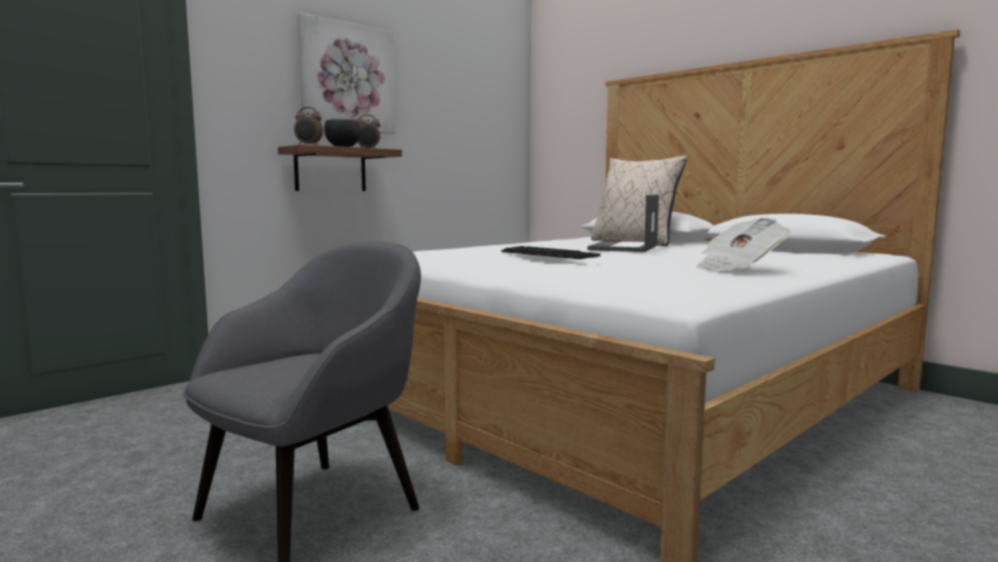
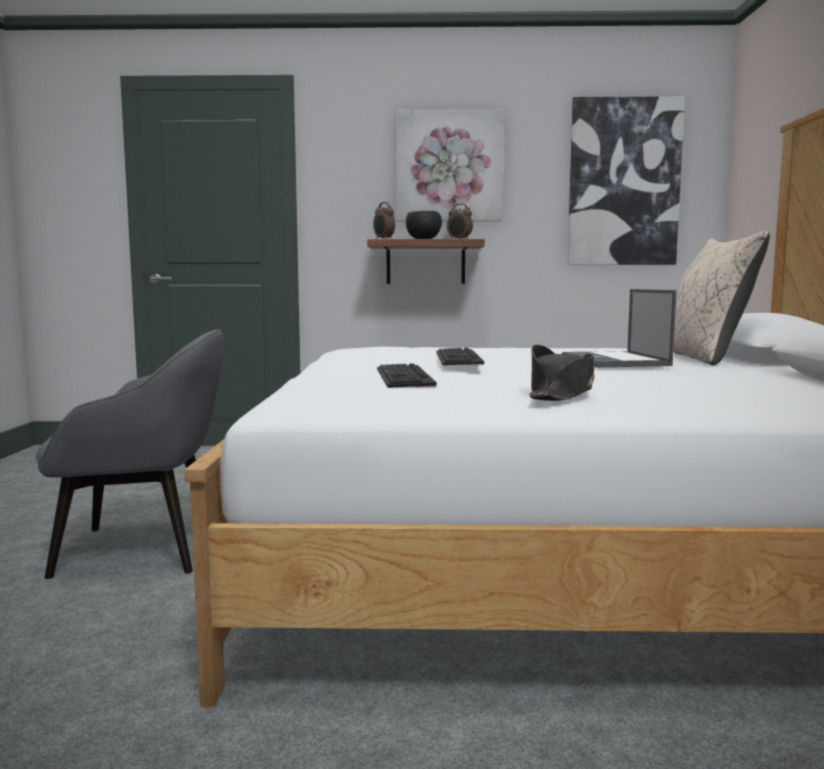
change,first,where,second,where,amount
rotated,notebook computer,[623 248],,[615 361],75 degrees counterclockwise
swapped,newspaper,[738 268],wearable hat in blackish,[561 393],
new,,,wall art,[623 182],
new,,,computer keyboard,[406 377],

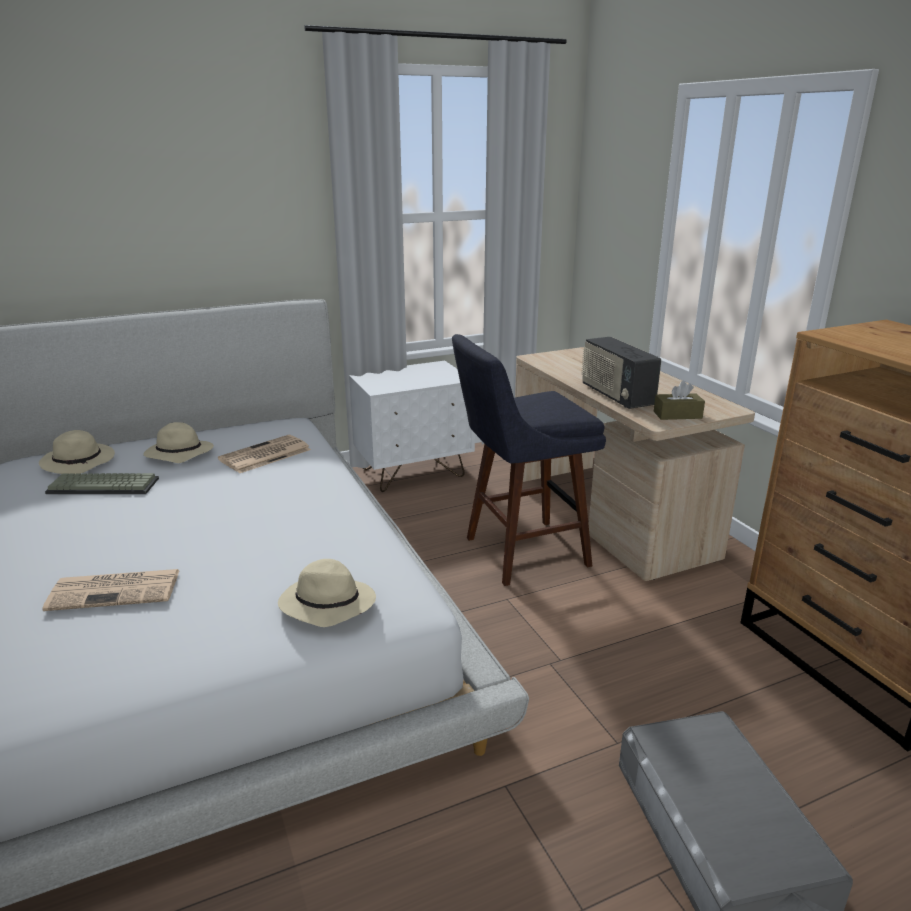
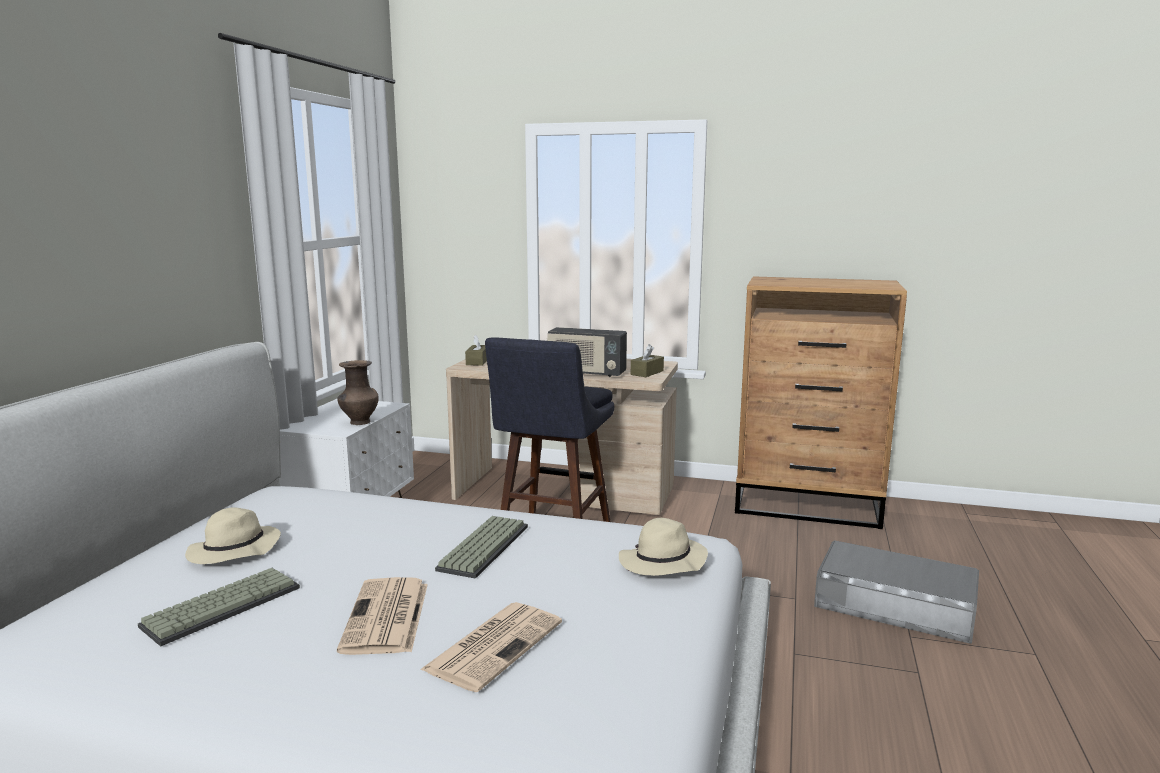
change,first,where,second,where,amount
gone,wearable hat in beige,[80 462],,,
shifted,newspaper,[264 455],,[386 618],
new,,,tissue box in brown,[477 362],
new,,,decorative vase in brown,[359 422],
new,,,computer keyboard,[482 547],

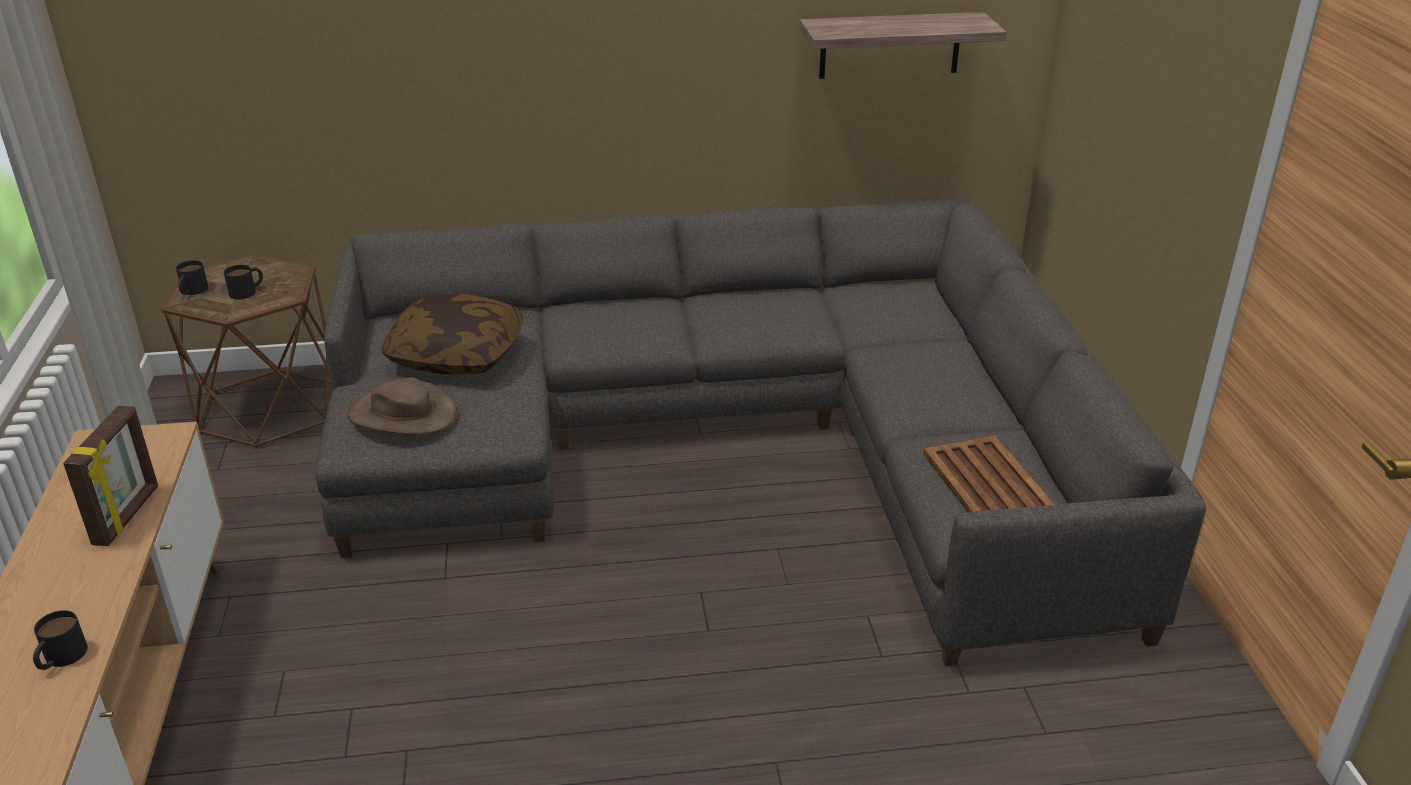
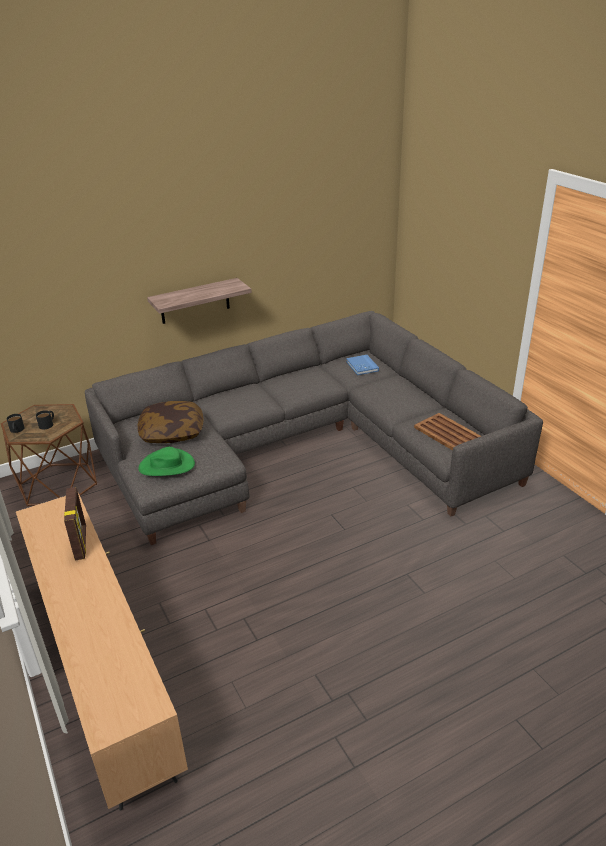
change,first,where,second,where,amount
shifted,wall shelf,[890 45],,[195 301],
repainted,wearable hat in brown,[402 414],wearable hat in green,[167 466],
gone,coffee mug in blackish,[60 658],,,
new,,,bound book in blue-coloured,[362 366],

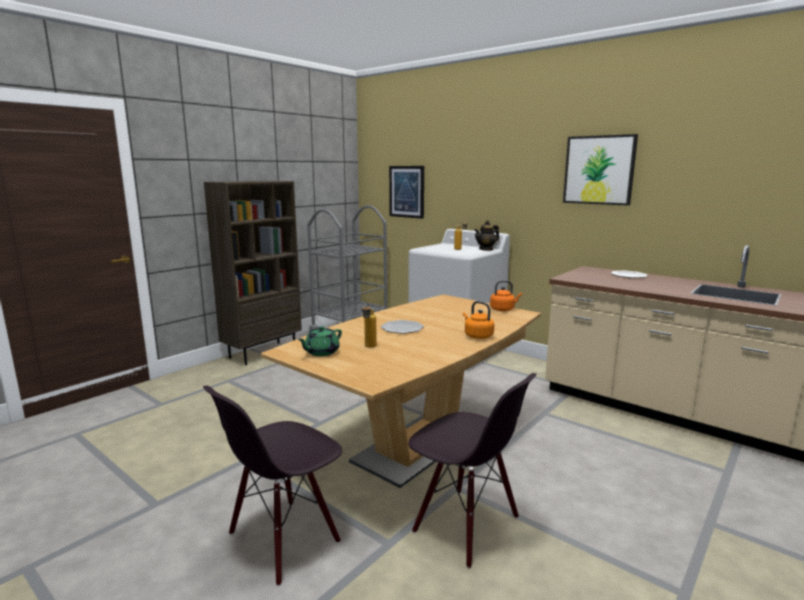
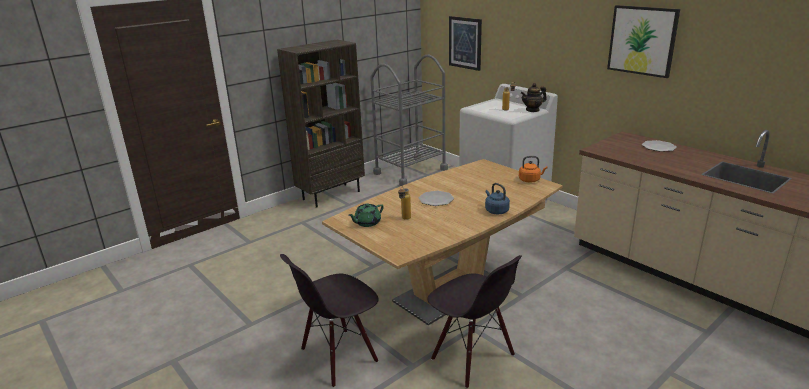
change,first,where,second,where,amount
repainted,tea kettle in orange,[477 336],tea kettle in blue-coloured,[496 210],

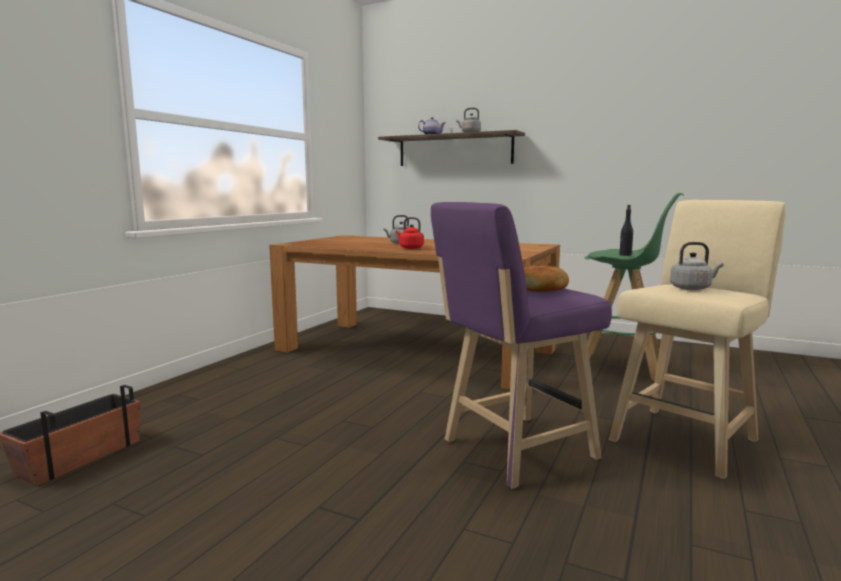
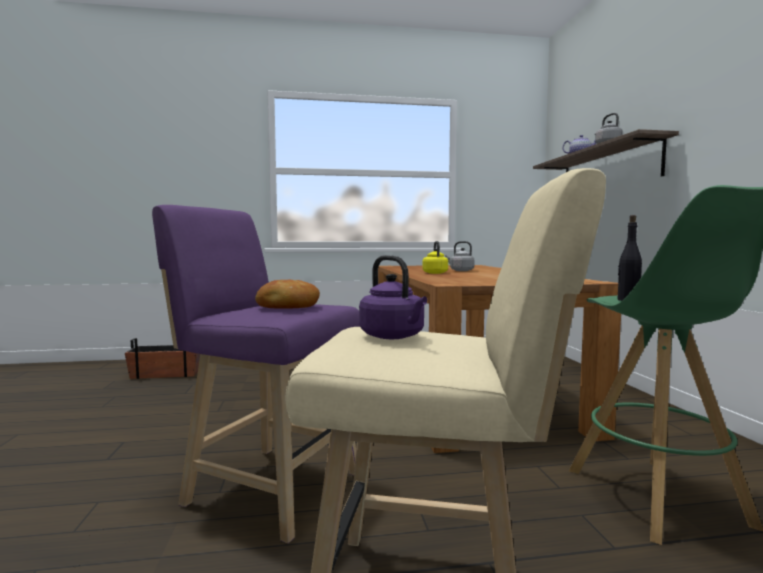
change,first,where,second,where,amount
repainted,tea kettle in red,[410 248],tea kettle in yellowish,[434 273],
repainted,tea kettle in grey,[692 288],tea kettle in purplish,[394 337],

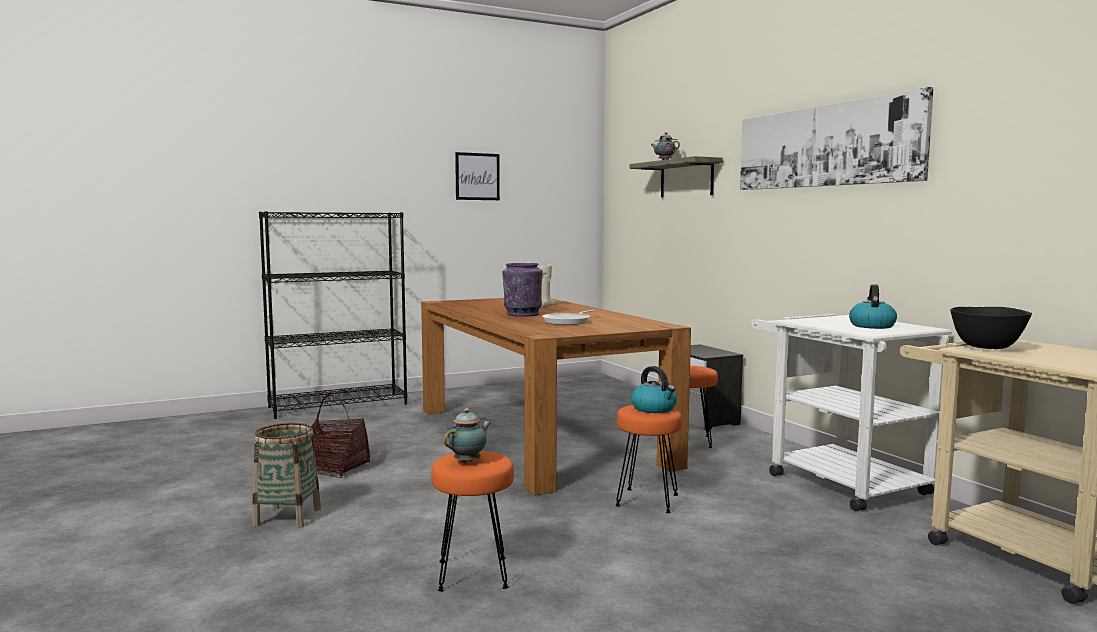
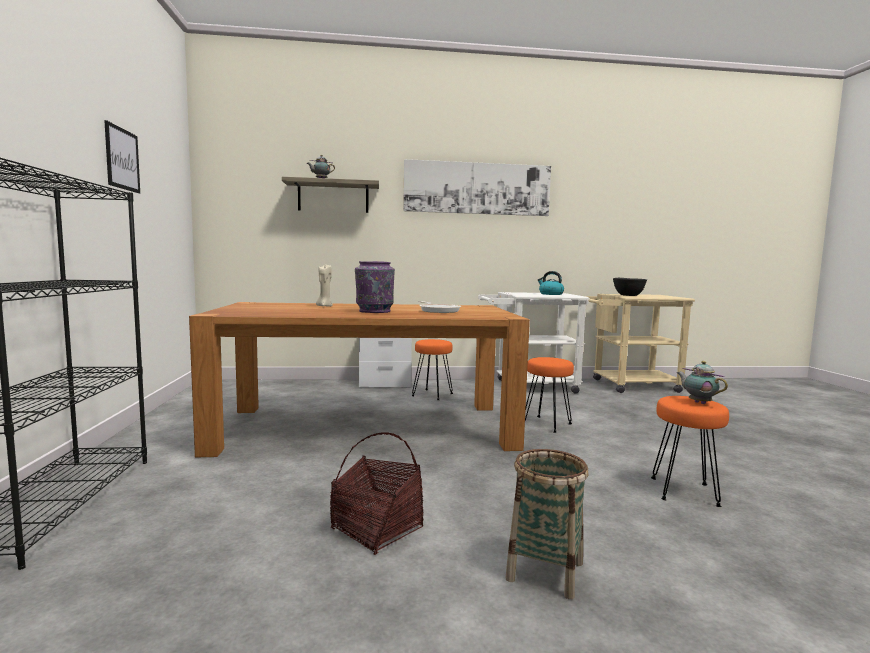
change,first,where,second,where,amount
gone,tea kettle,[654 409],,,

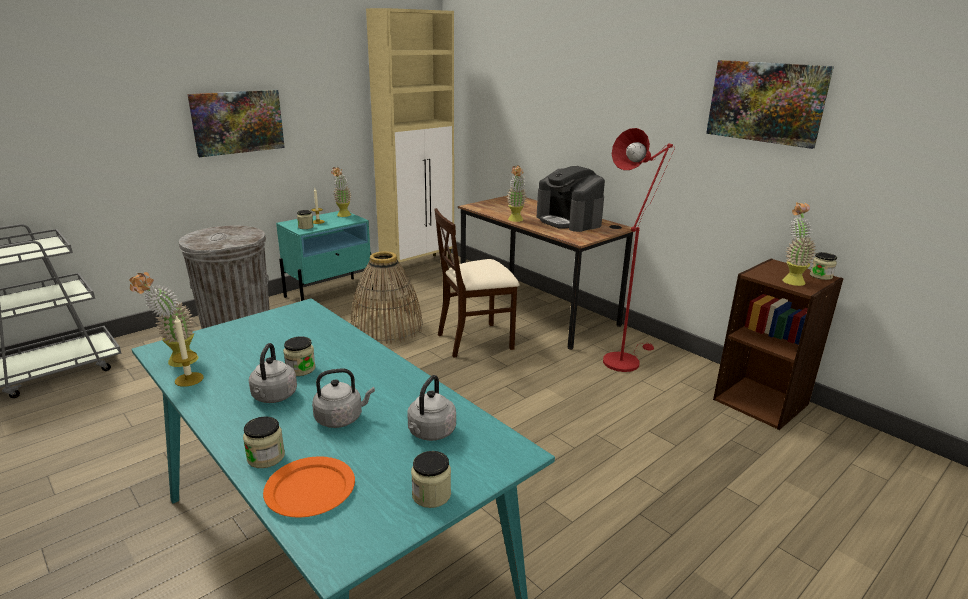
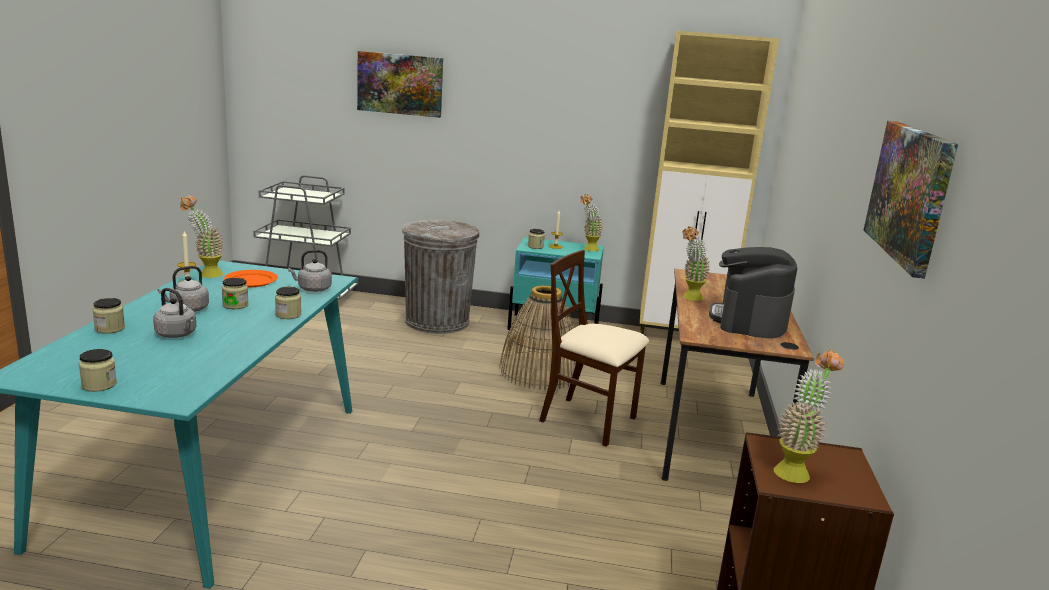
change,first,where,second,where,amount
shifted,wall art,[237 122],,[400 84],
gone,standard lamp in red,[624 359],,,
shifted,preserve jar,[820 276],,[288 315],
shifted,tea kettle in grey,[430 433],,[312 289],
shifted,plate in orange,[311 490],,[251 281],

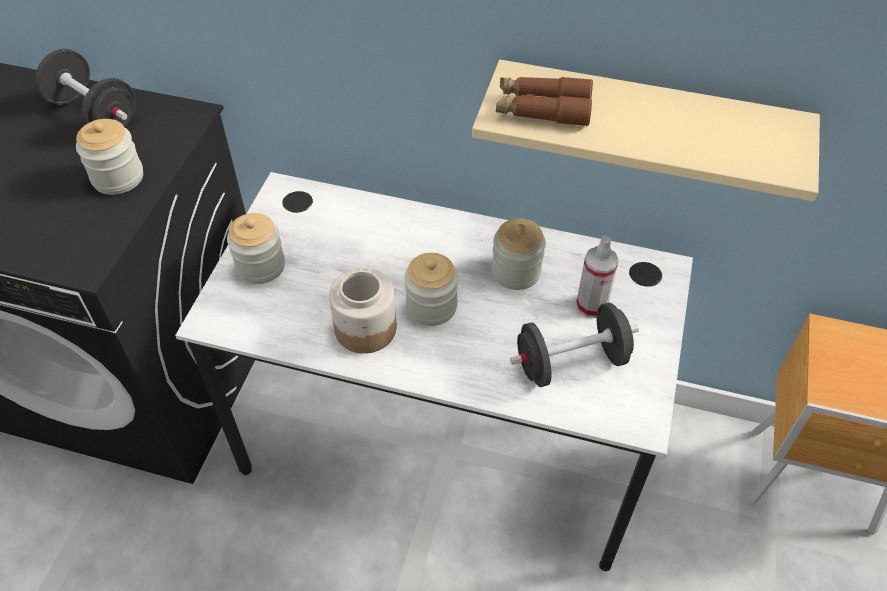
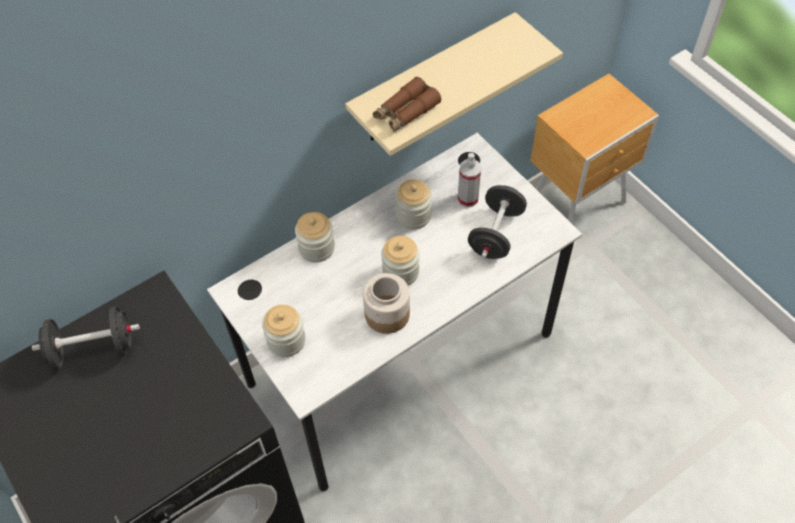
change,first,where,second,where,amount
shifted,preserve jar,[118 177],,[316 248],

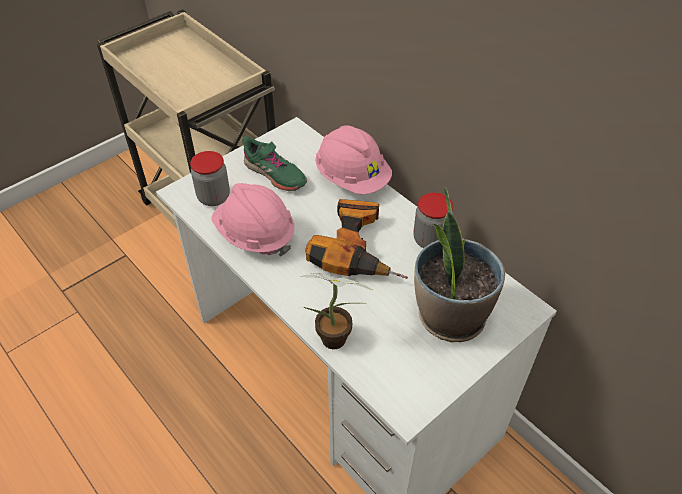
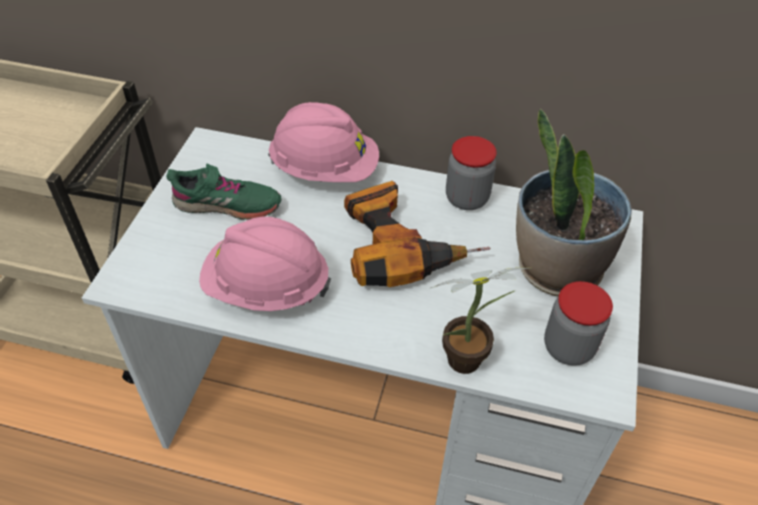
change,first,where,second,where,amount
shifted,preserve jar,[214 197],,[568 347],

